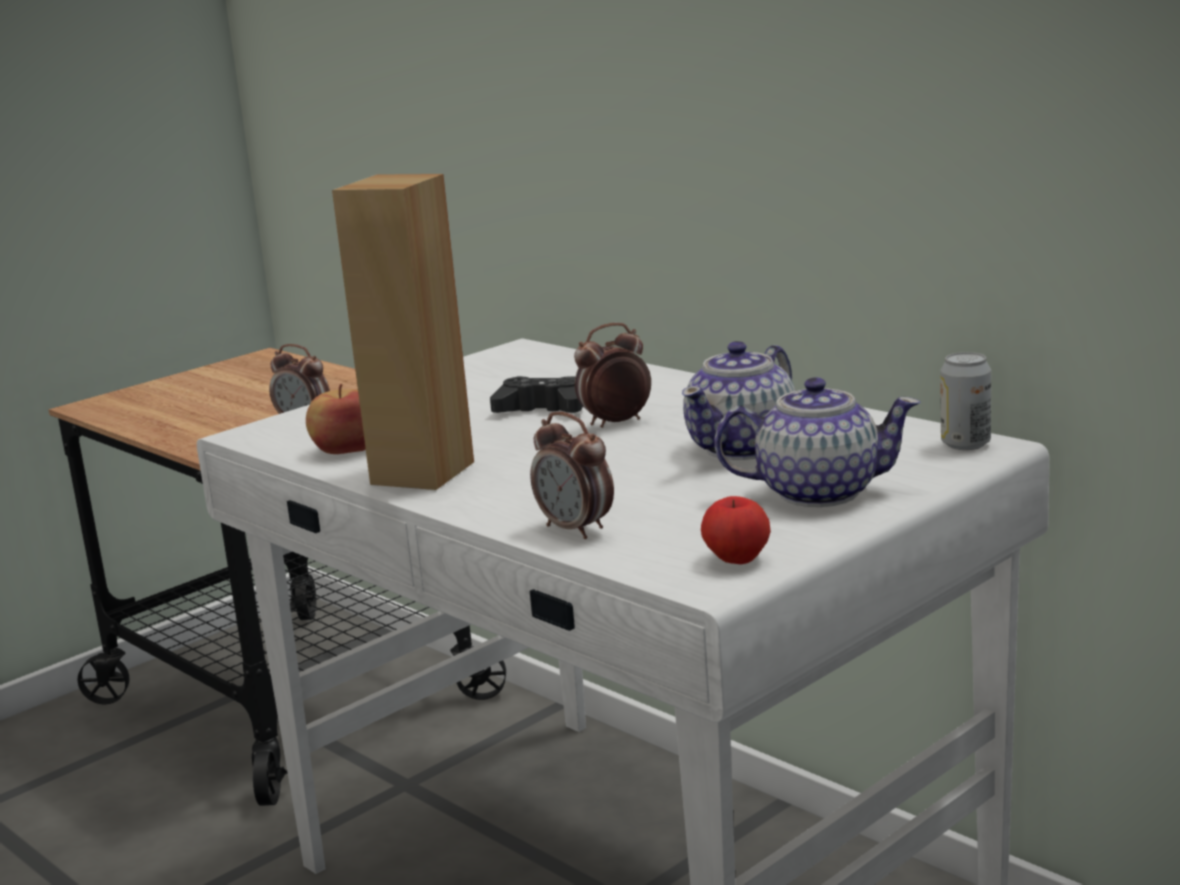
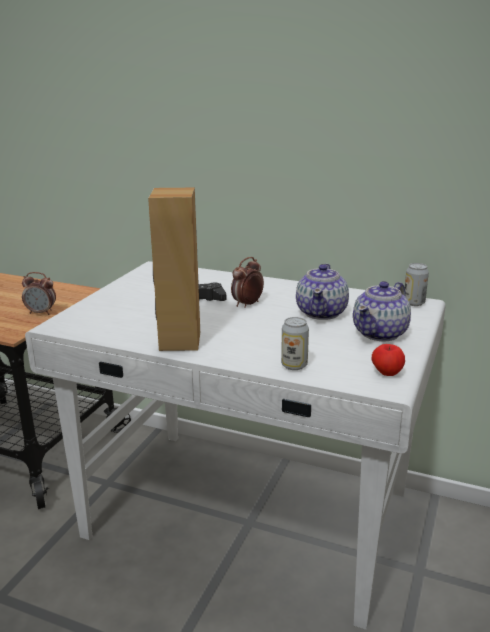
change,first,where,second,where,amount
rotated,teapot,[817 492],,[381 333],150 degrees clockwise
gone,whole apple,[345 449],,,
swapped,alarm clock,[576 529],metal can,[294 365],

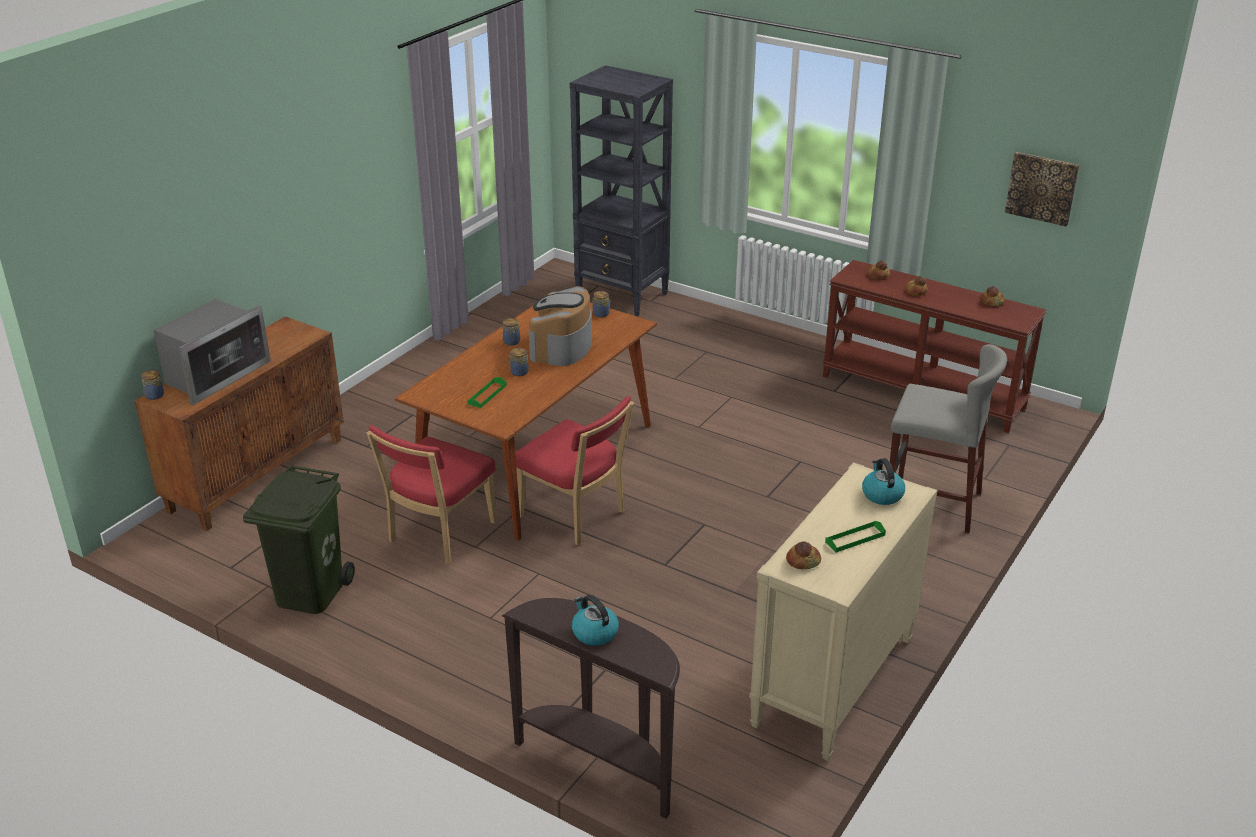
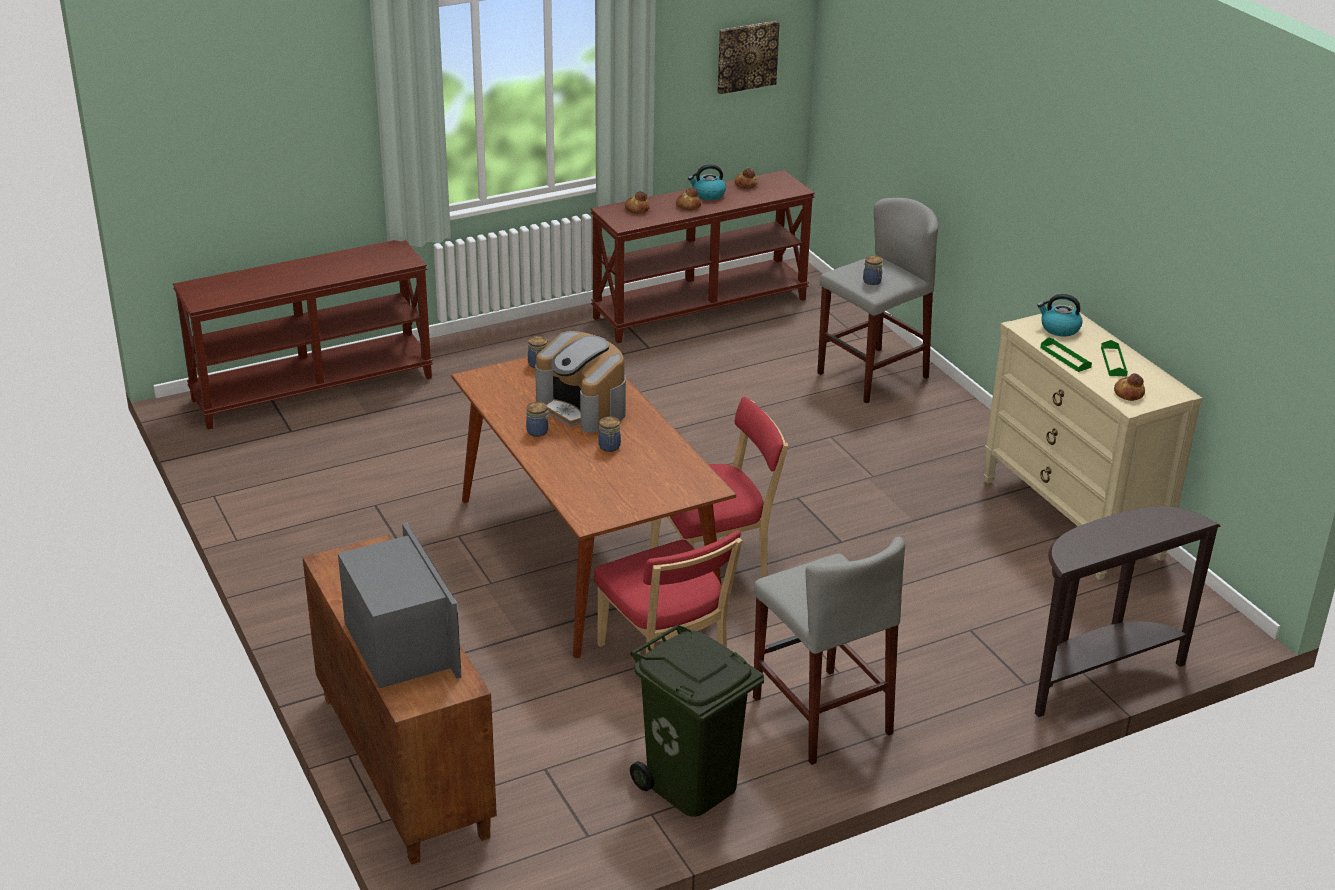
change,first,where,second,where,amount
swapped,shelving unit in blackish,[622 296],console table in brown,[313 388],
shifted,preserve jar,[154 396],,[872 282],
shifted,tray in green,[487 395],,[1065 357],
shifted,tea kettle,[594 632],,[708 194],
new,,,stool seat in grey,[821 715],

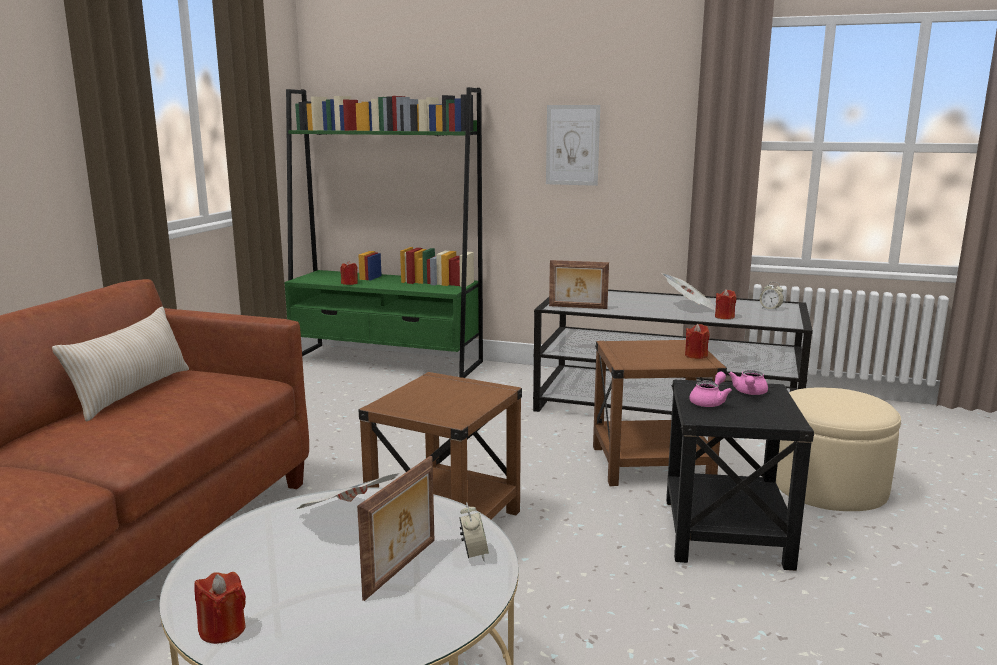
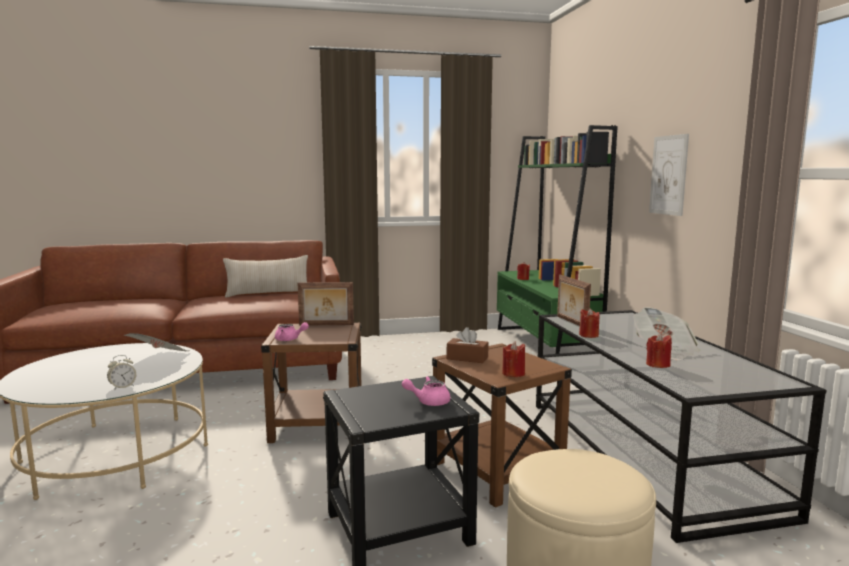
change,first,where,second,where,amount
gone,alarm clock,[770 309],,,
shifted,teapot in pink,[709 402],,[290 339],
shifted,picture frame,[402 569],,[326 325],
shifted,wax light in red,[222 630],,[588 335],
new,,,tissue box in brown,[467 358],

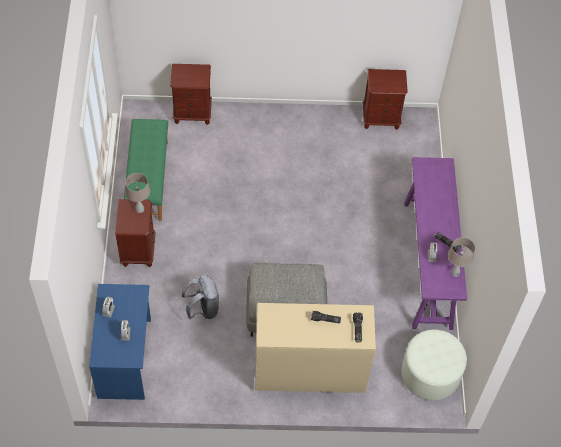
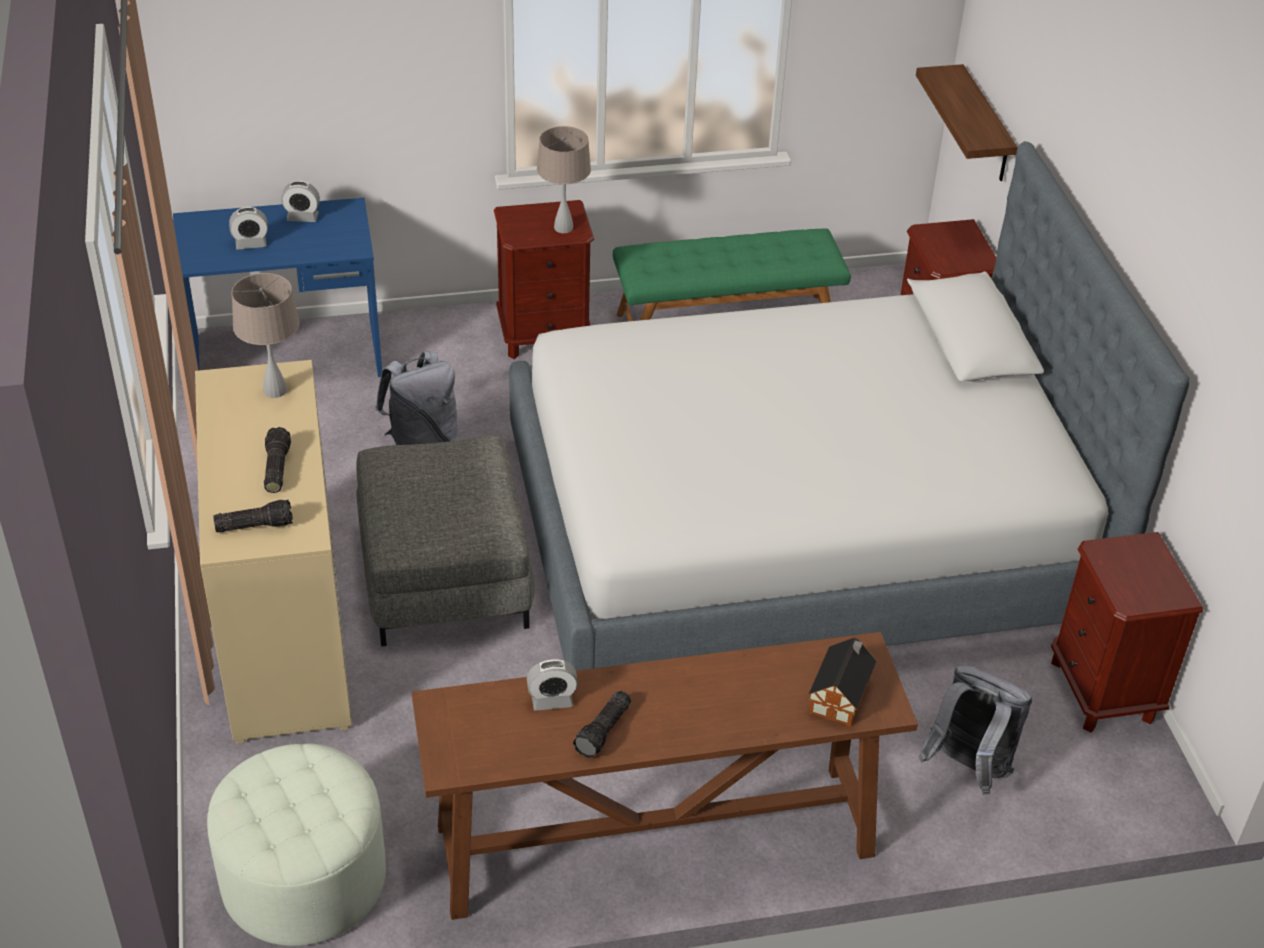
change,first,where,second,where,amount
repainted,console table in purplish,[427 264],console table in brown,[652 841],
shifted,table lamp in beige,[455 273],,[275 391],
new,,,wall shelf,[985 126],
new,,,sleeping bed,[798 533],
new,,,miniature house,[841 695],
new,,,backpack in grey,[967 768],

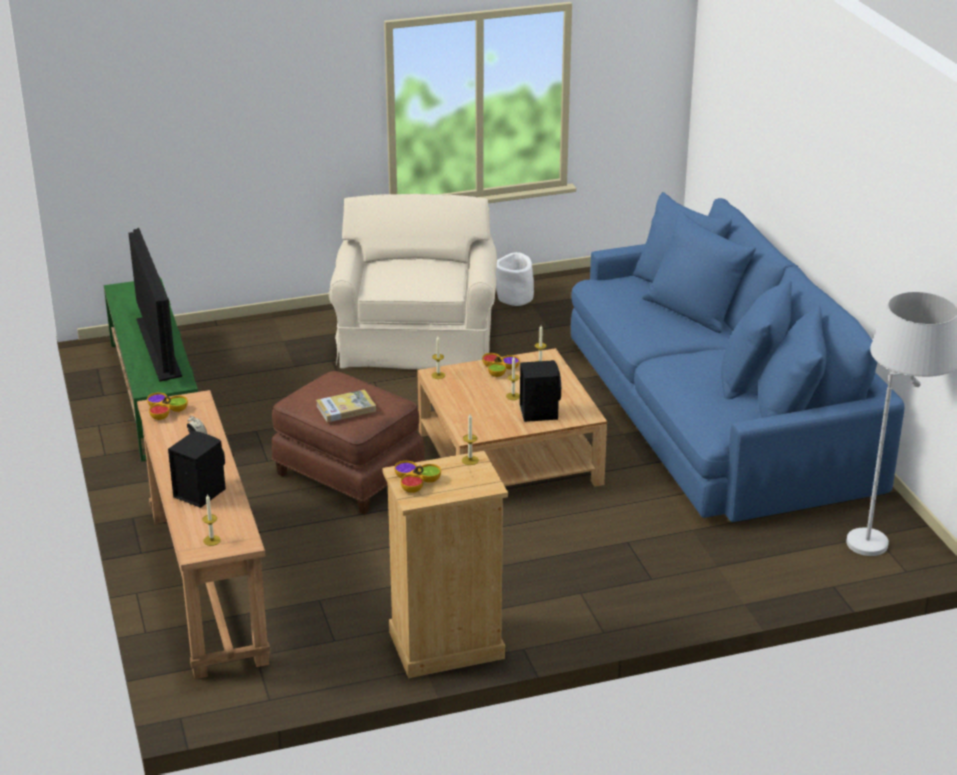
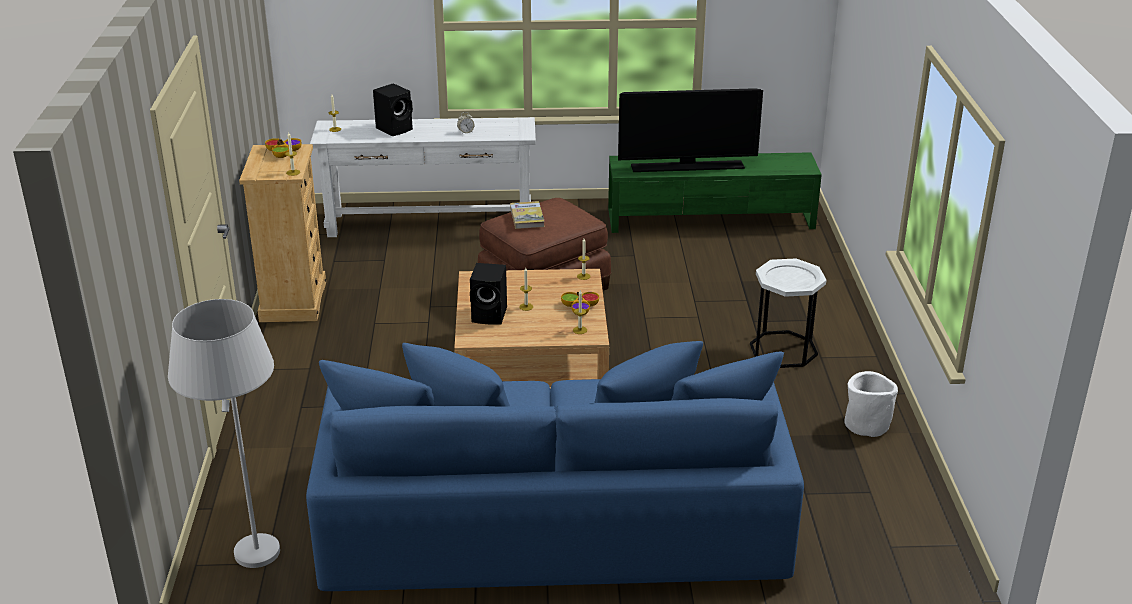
change,first,where,second,where,amount
swapped,armchair in beige,[416 337],side table in white-coloured,[783 349],
repainted,console table in brown,[208 586],console table in white-coloured,[430 223],
gone,serving bowl,[165 411],,,

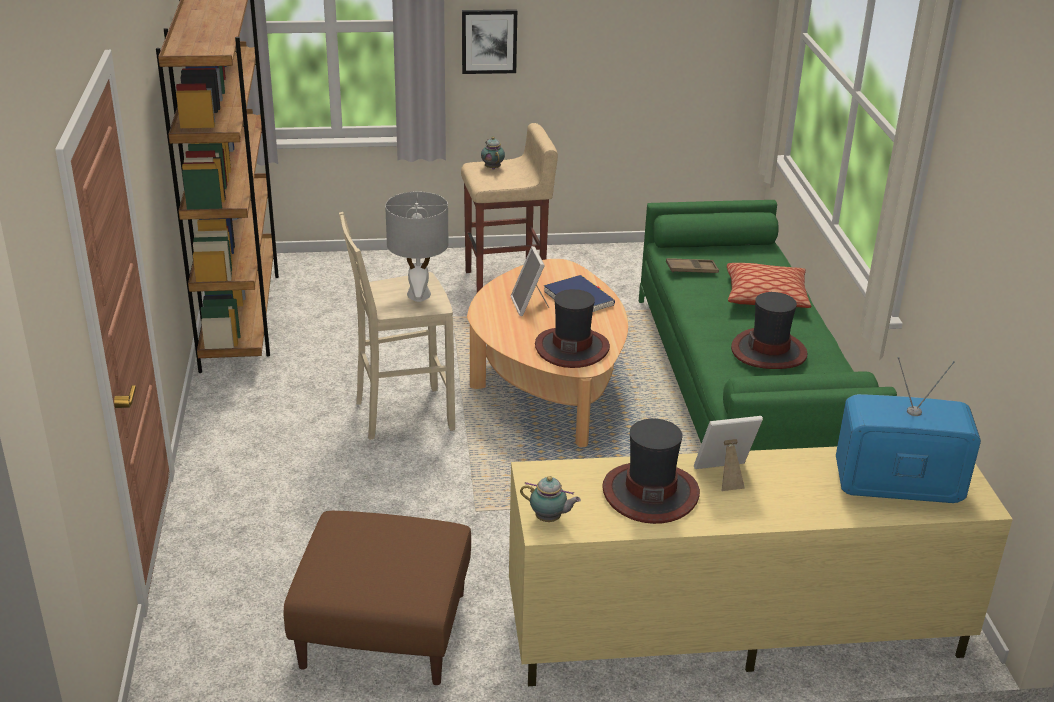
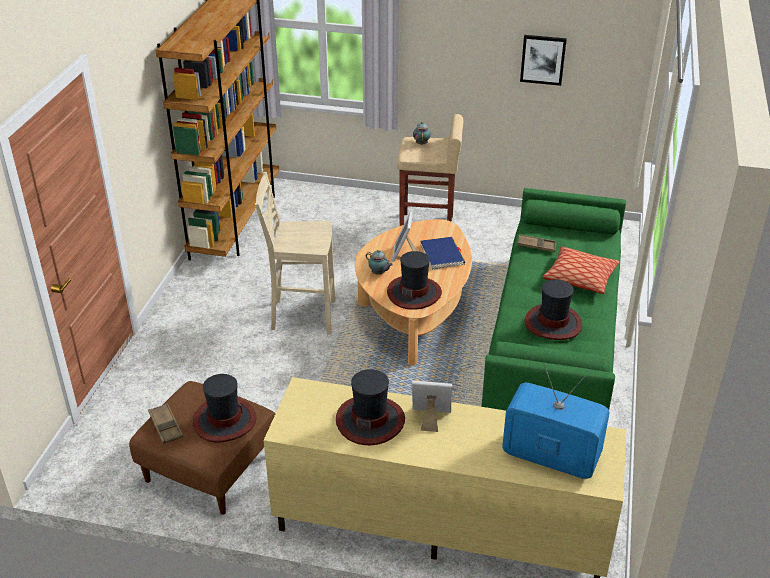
change,first,where,second,where,amount
shifted,wall art,[489 41],,[543 59],
gone,table lamp in grey,[418 295],,,
shifted,teapot,[549 519],,[379 273],
new,,,wearable hat,[224 421],
new,,,tray in brown,[166 426],

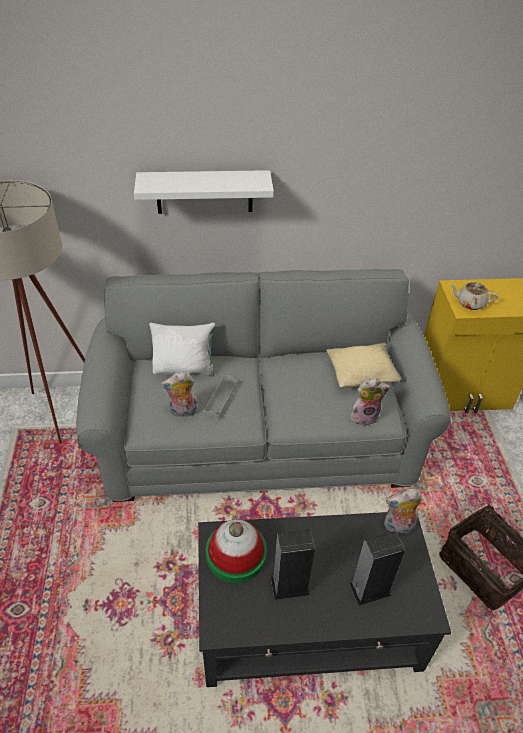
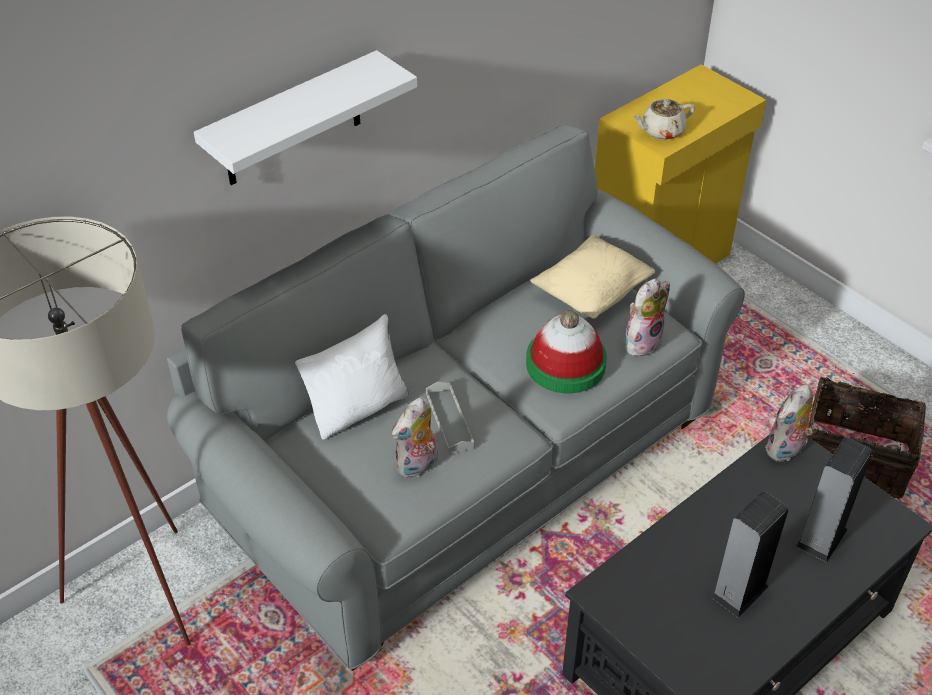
change,first,where,second,where,amount
shifted,wearable hat,[236 554],,[565 364],

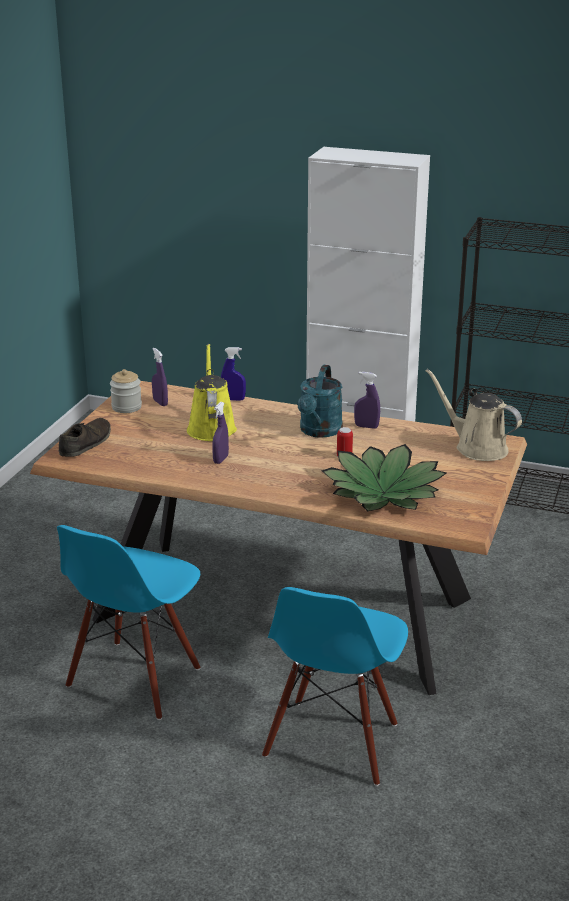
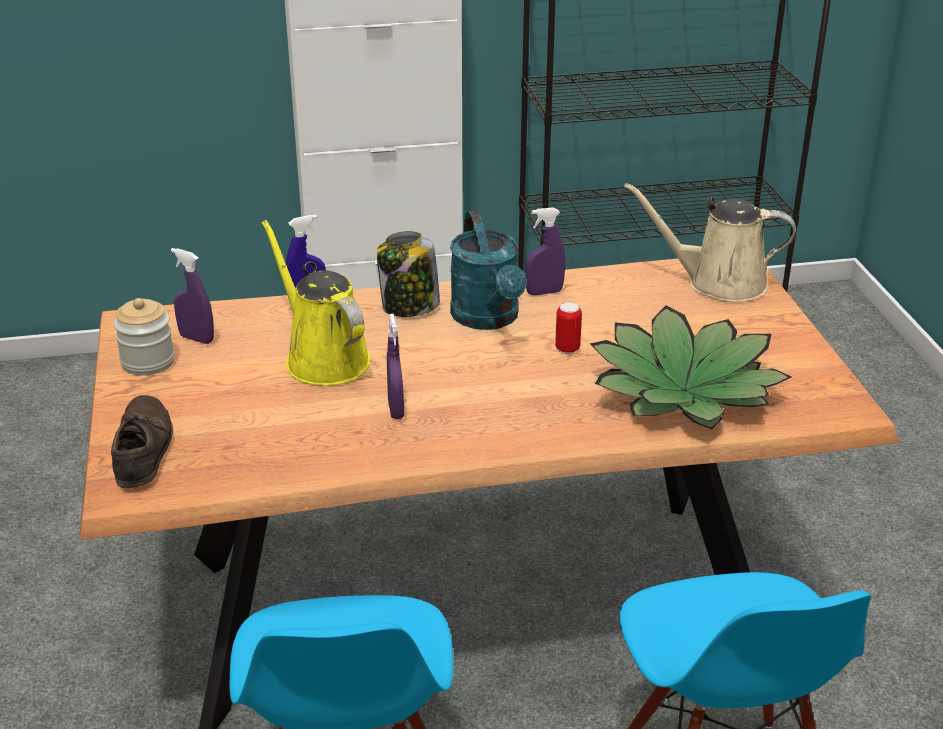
change,first,where,second,where,amount
new,,,preserve jar,[409 307],

